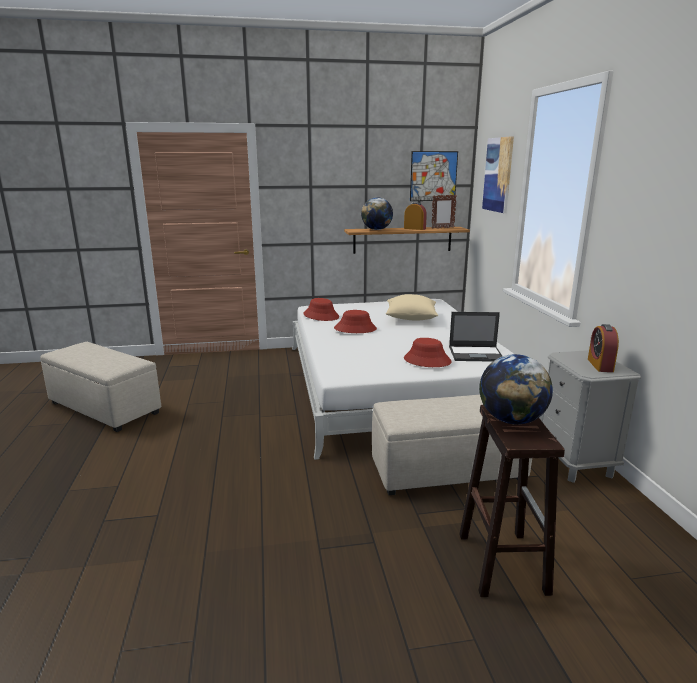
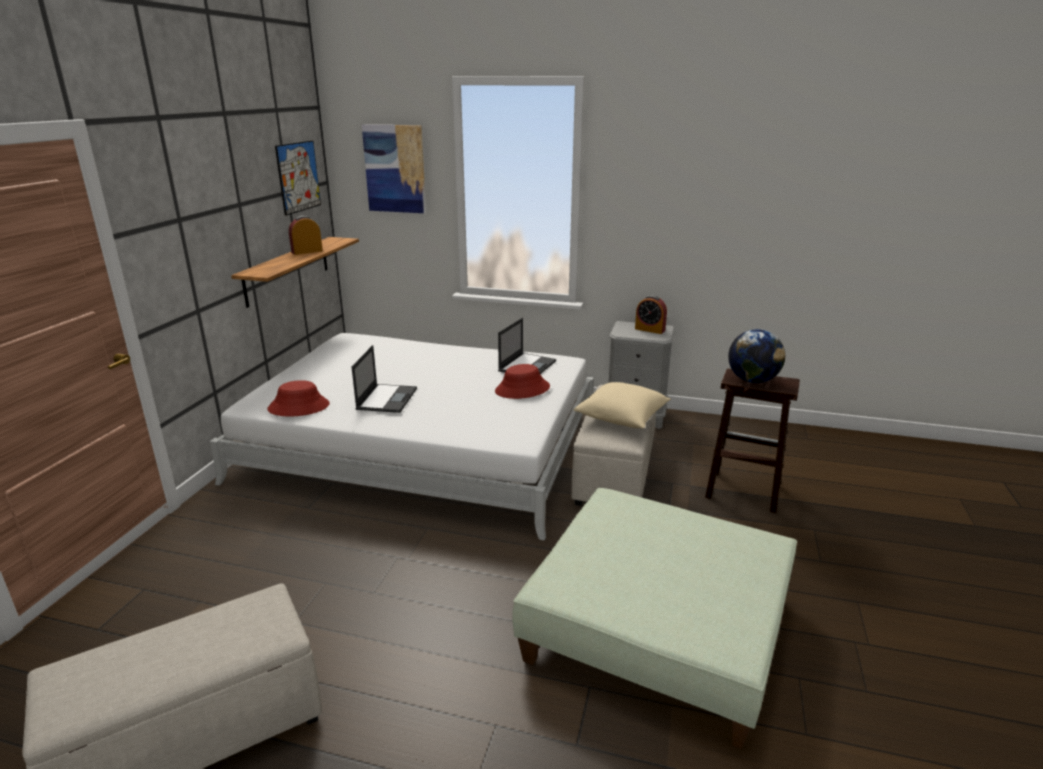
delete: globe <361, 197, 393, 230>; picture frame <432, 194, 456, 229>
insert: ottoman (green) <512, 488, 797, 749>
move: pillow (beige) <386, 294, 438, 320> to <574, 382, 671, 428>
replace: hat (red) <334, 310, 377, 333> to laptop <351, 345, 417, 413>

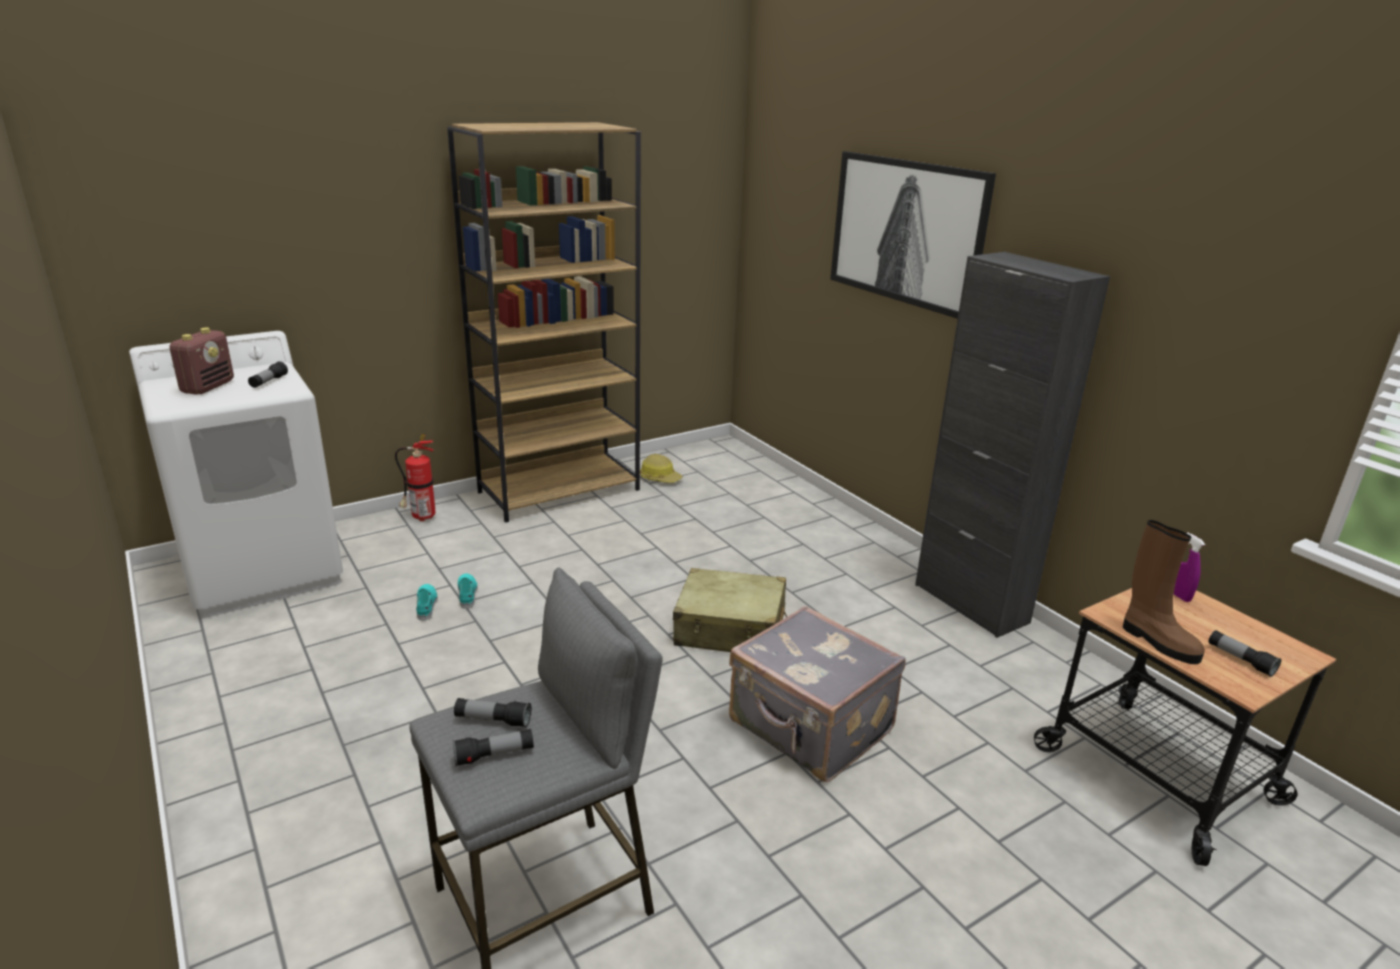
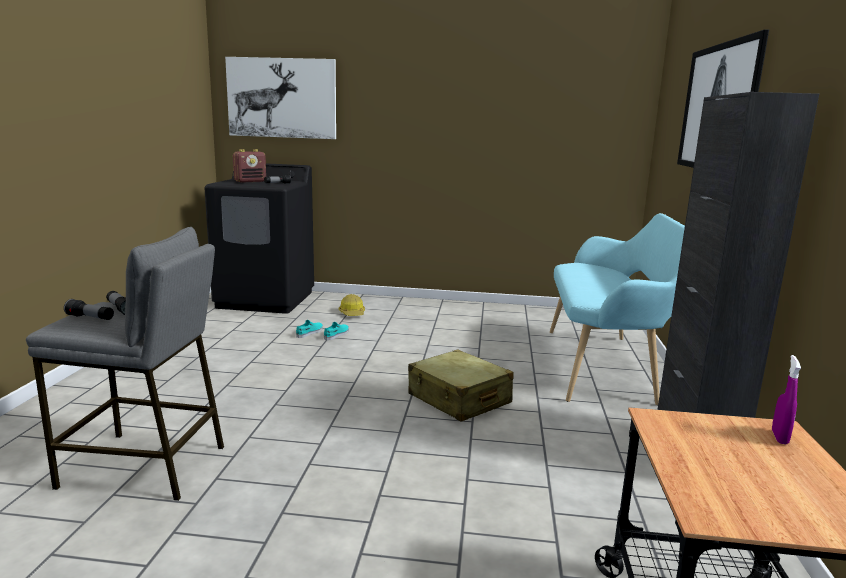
delete: fire extinguisher <395, 434, 435, 521>; bookcase (brown) <447, 122, 641, 523>; suitcase (grey) <729, 606, 906, 782>; boot (brown) <1123, 520, 1205, 664>; flashlight <1208, 630, 1281, 677>
insert: picture <225, 57, 336, 139>; bench (turquoise) <550, 213, 685, 405>
move: hard hat <640, 454, 682, 483> to <339, 294, 365, 316>
recolor: washing machine (white) <129, 331, 343, 619> to washing machine (black) <204, 163, 314, 314>

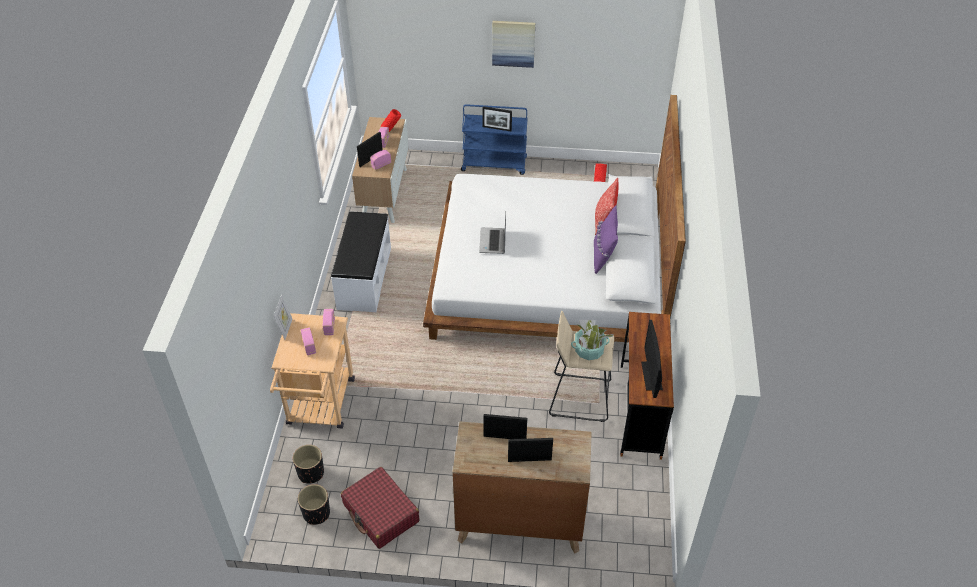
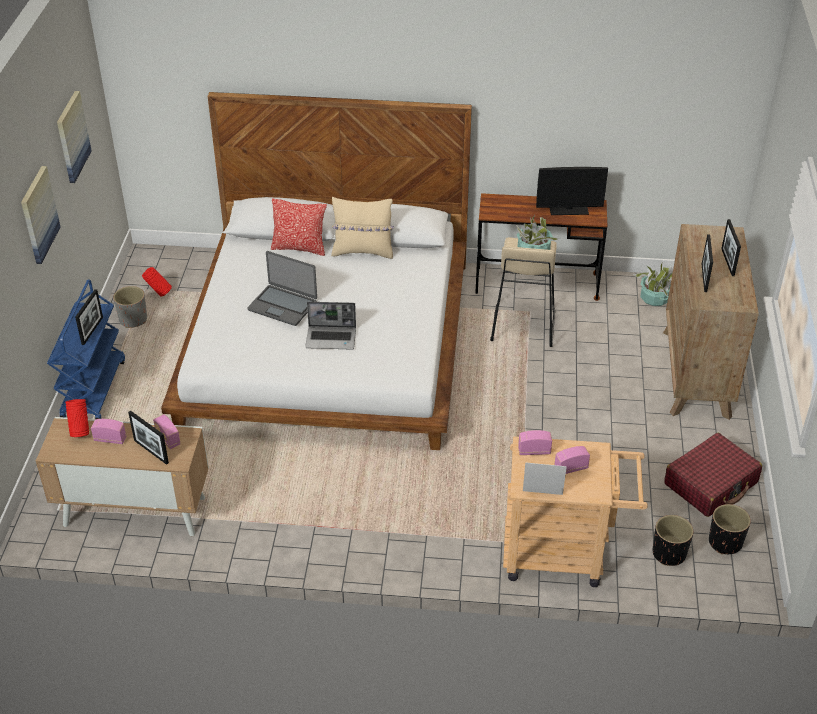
delete: bench (white) <331, 211, 391, 312>
insert: picture <57, 91, 92, 183>; planter (grey) <113, 286, 147, 328>; laptop <247, 251, 317, 326>; potted plant <633, 263, 673, 306>
recolor: pillow (purple) <594, 205, 618, 274> to pillow (beige) <331, 197, 394, 259>

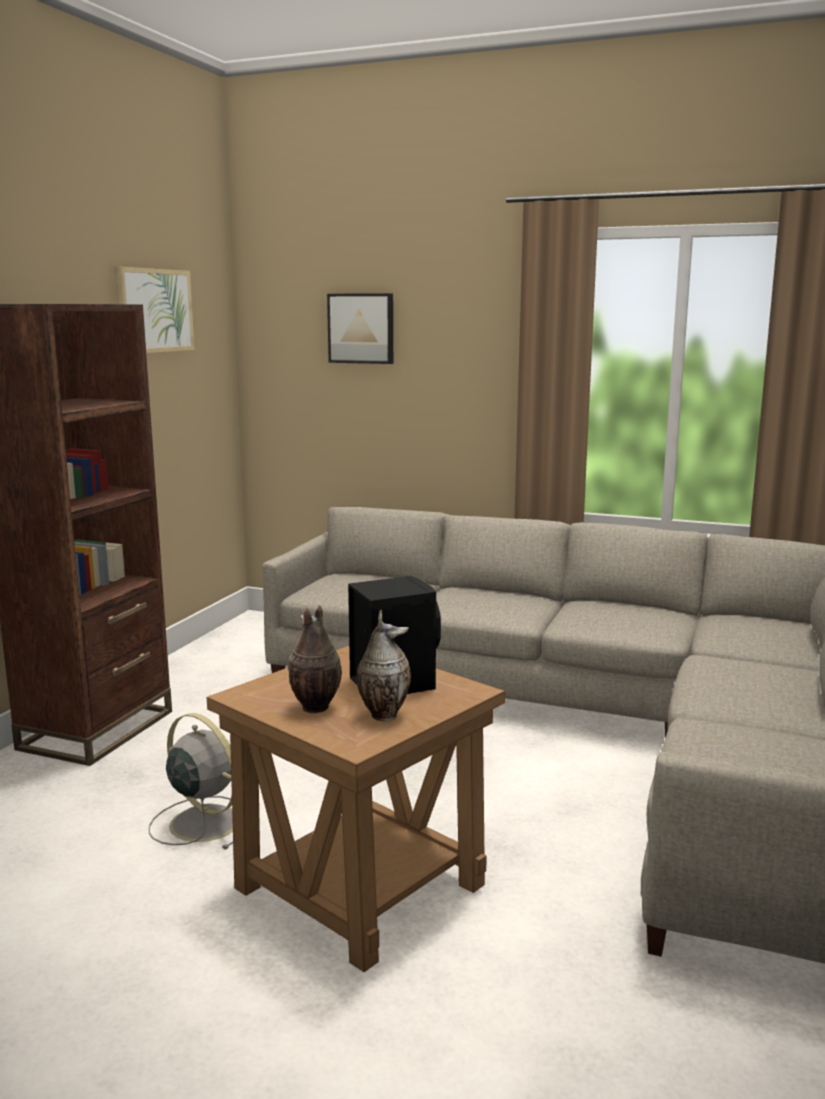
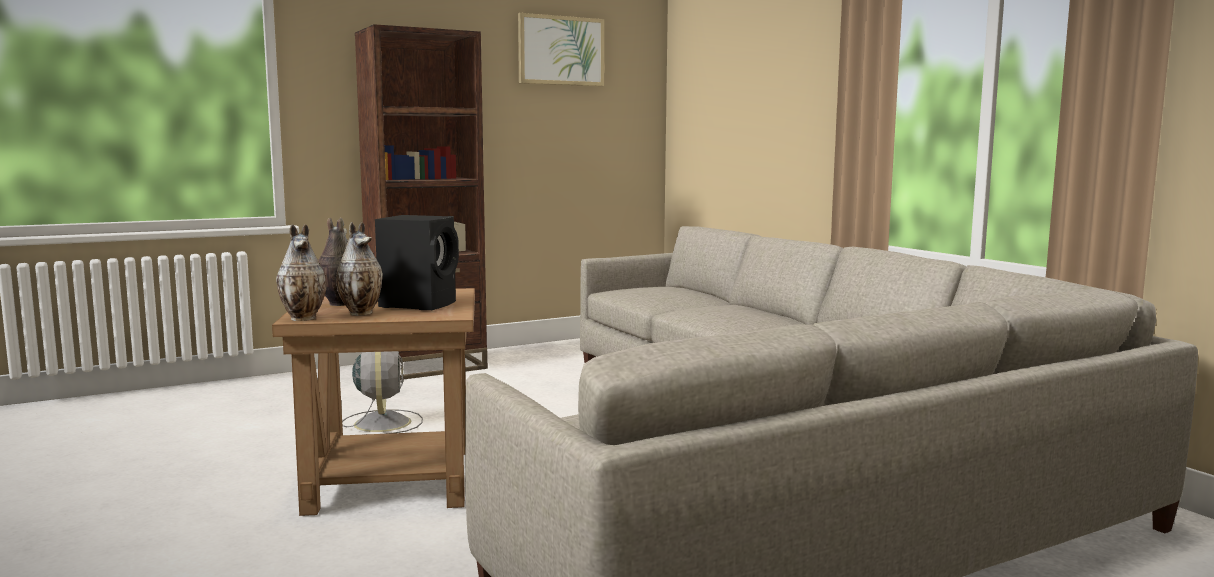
delete: picture <327, 293, 393, 364>
insert: vase <276, 224, 327, 321>

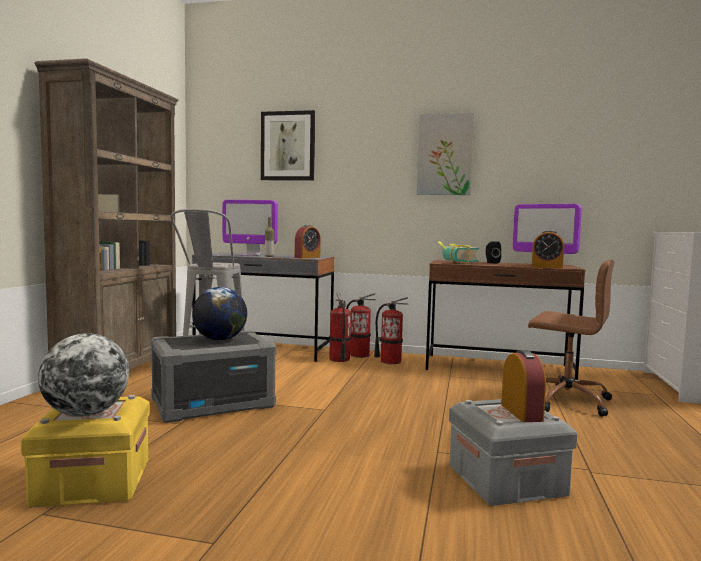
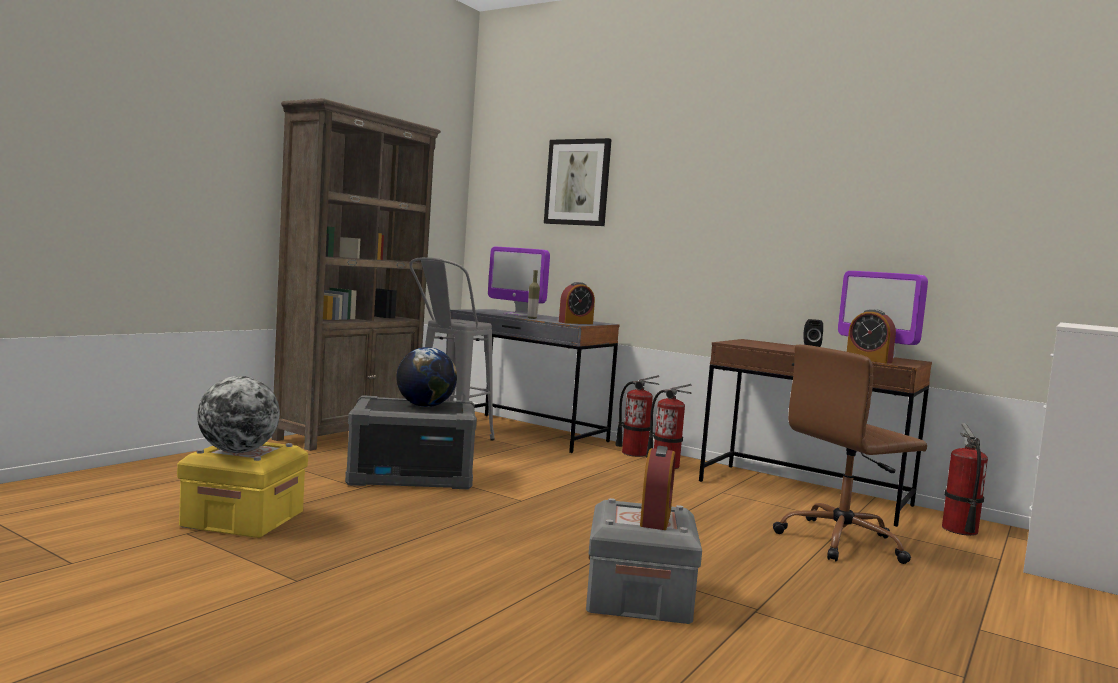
delete: picture <417, 113, 474, 195>; book <438, 241, 479, 264>
move: fire extinguisher <329, 293, 351, 362> to <942, 423, 988, 536>
rotate: office chair (brown) <528, 260, 614, 417> = <773, 345, 927, 564> 105 degrees clockwise

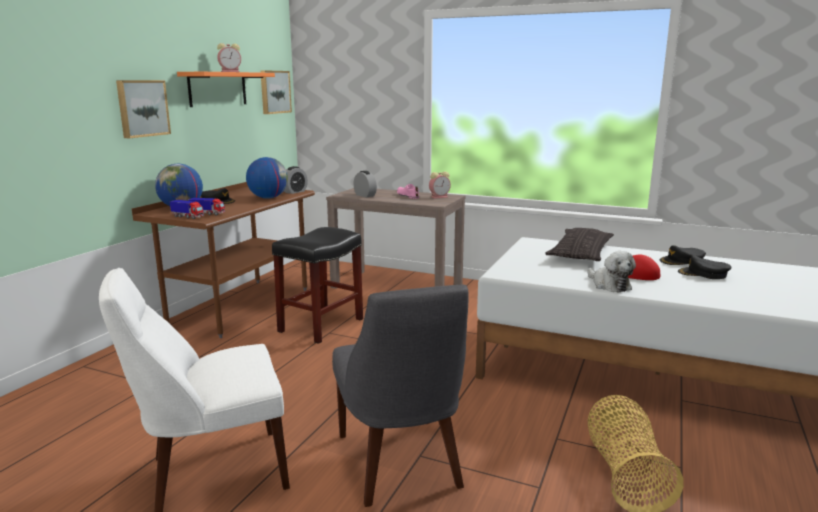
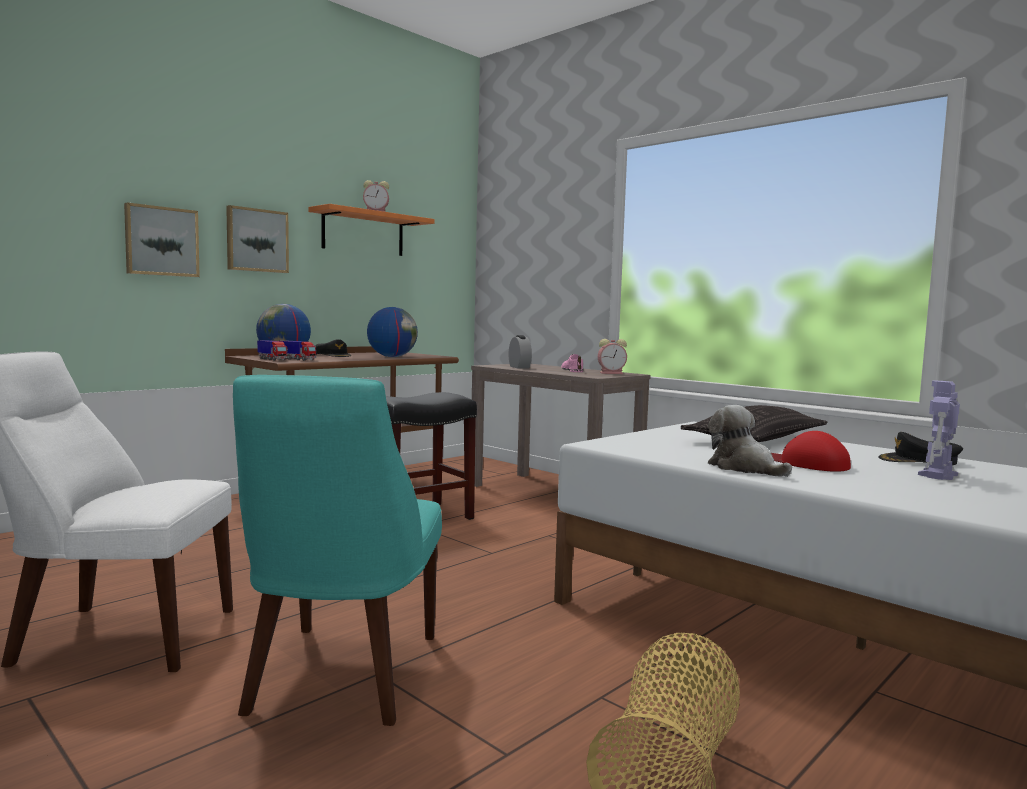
delete: alarm clock <284, 166, 308, 194>
move: picture <260, 70, 292, 114> to <124, 202, 200, 277>
replace: cap (black) <678, 255, 731, 279> to toy robot <918, 381, 960, 480>
recolor: chair (grey) <332, 285, 468, 507> to chair (turquoise) <233, 375, 442, 726>
rotate: plush toy <588, 251, 636, 293> = <708, 405, 792, 477> 150 degrees clockwise

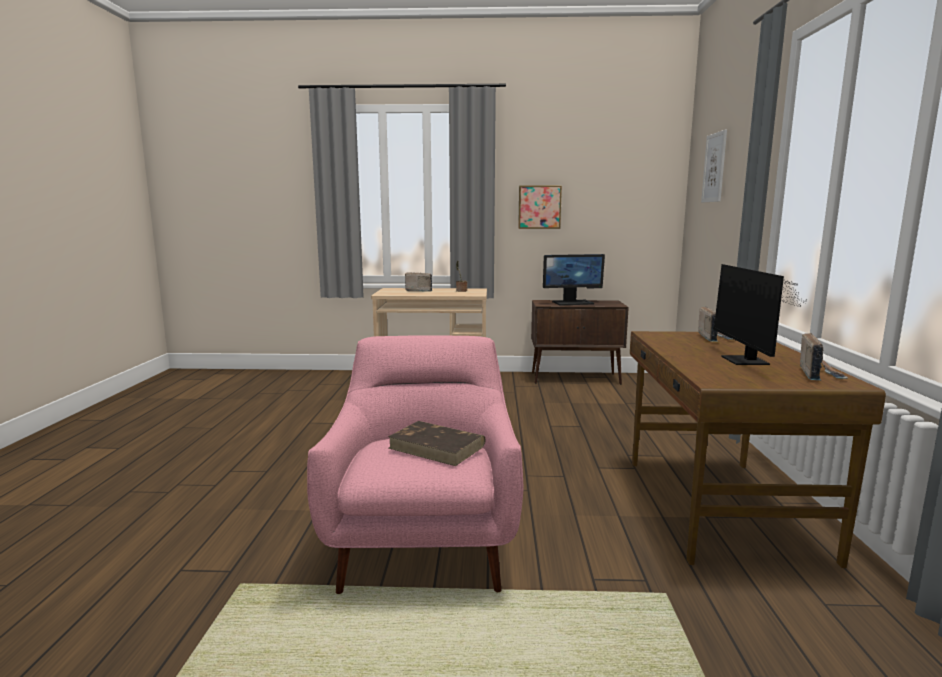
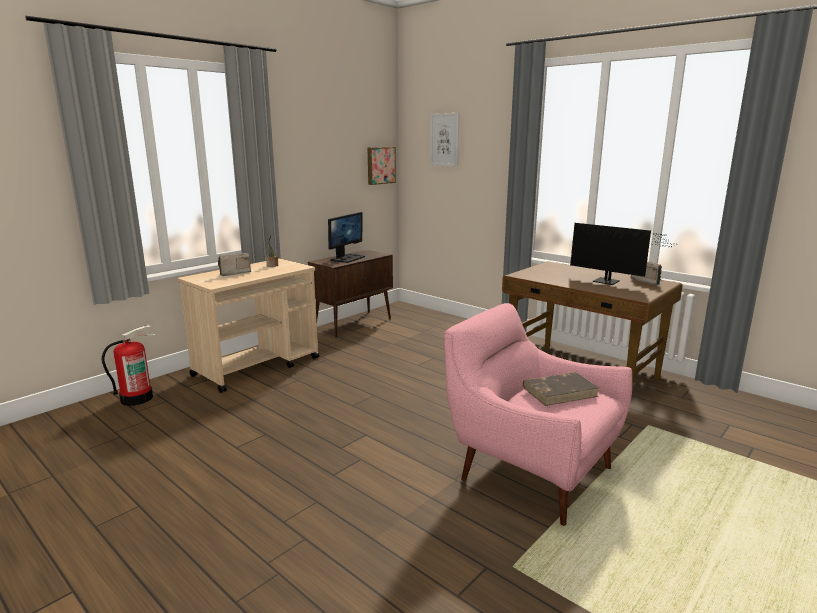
delete: radio <698, 306, 732, 342>
insert: fire extinguisher <102, 325, 156, 406>
move: picture <518, 186, 562, 229> to <367, 147, 396, 185>

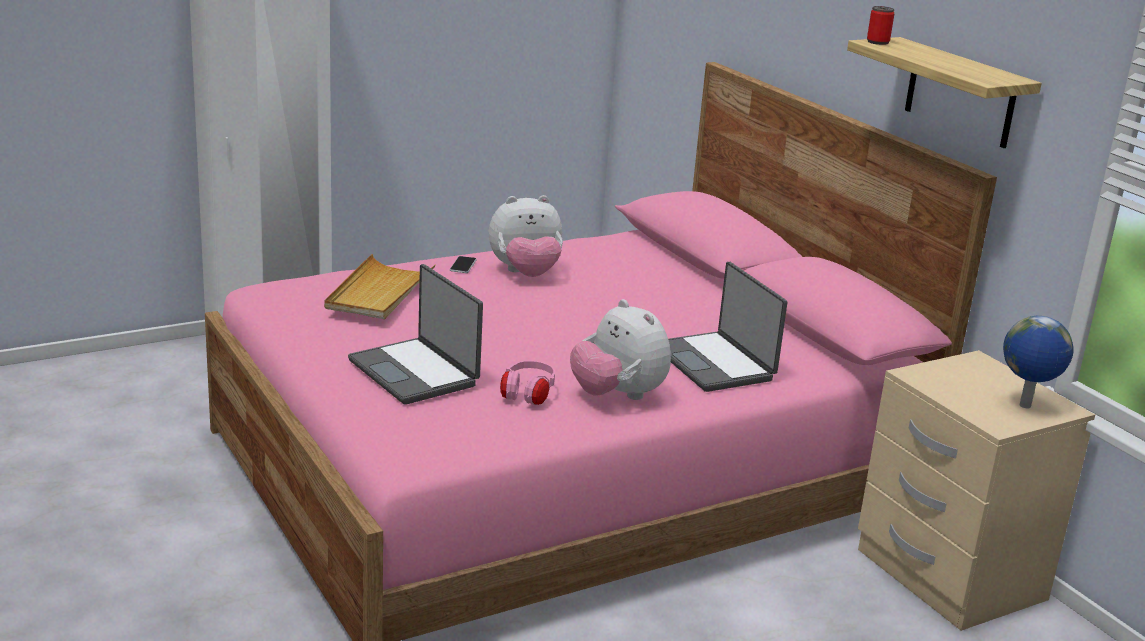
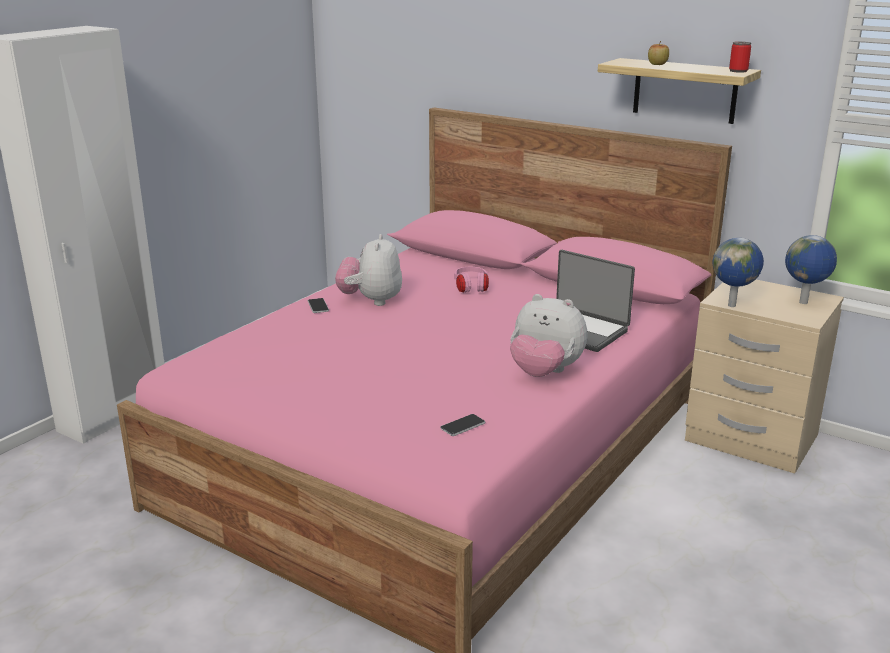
delete: tray (beige) <324, 254, 435, 319>; laptop <348, 264, 483, 405>
insert: phone <440, 414, 485, 436>; apple <648, 41, 669, 65>; globe <713, 238, 764, 307>
move: headphones (pink) <500, 361, 555, 405> to <454, 267, 489, 293>; can <867, 6, 894, 45> to <729, 42, 751, 73>
rotate: plush toy <489, 195, 563, 277> = <335, 234, 402, 306> 135 degrees clockwise

